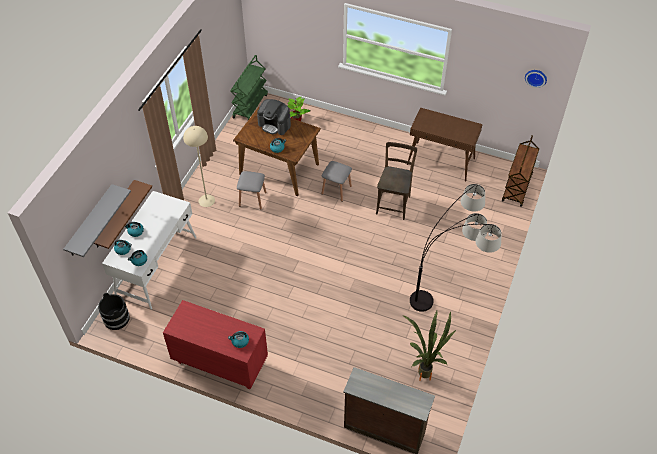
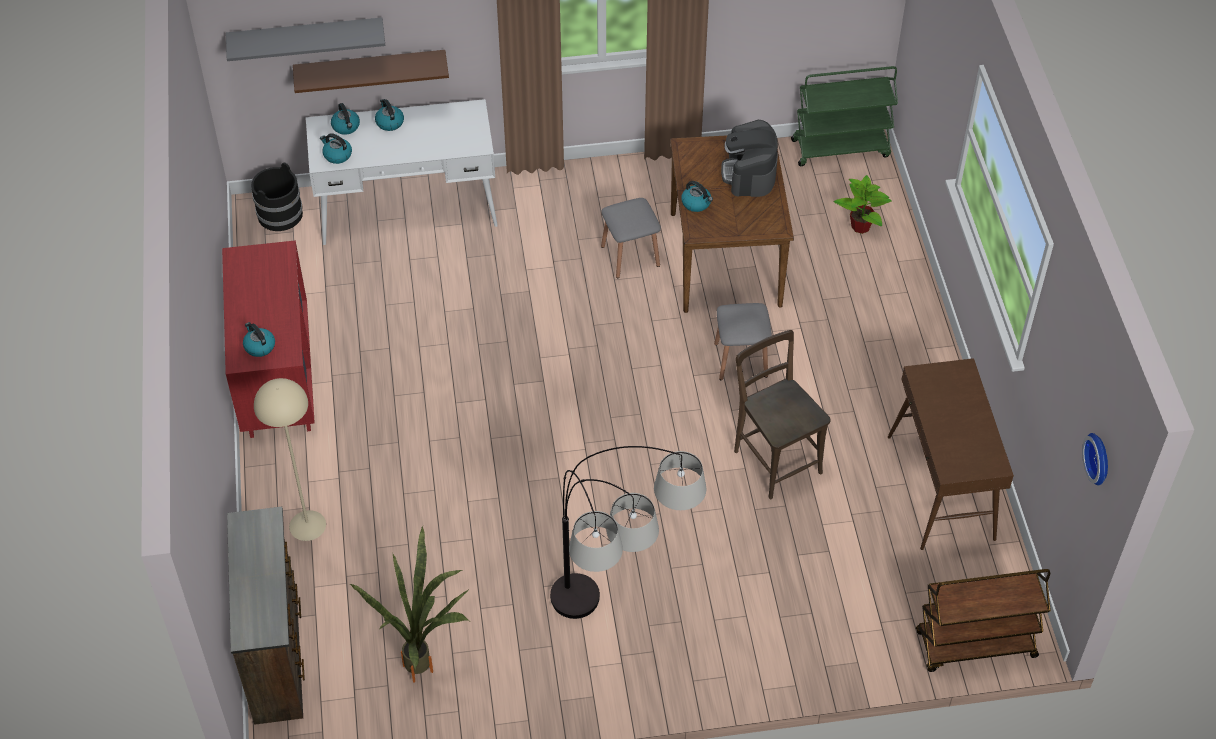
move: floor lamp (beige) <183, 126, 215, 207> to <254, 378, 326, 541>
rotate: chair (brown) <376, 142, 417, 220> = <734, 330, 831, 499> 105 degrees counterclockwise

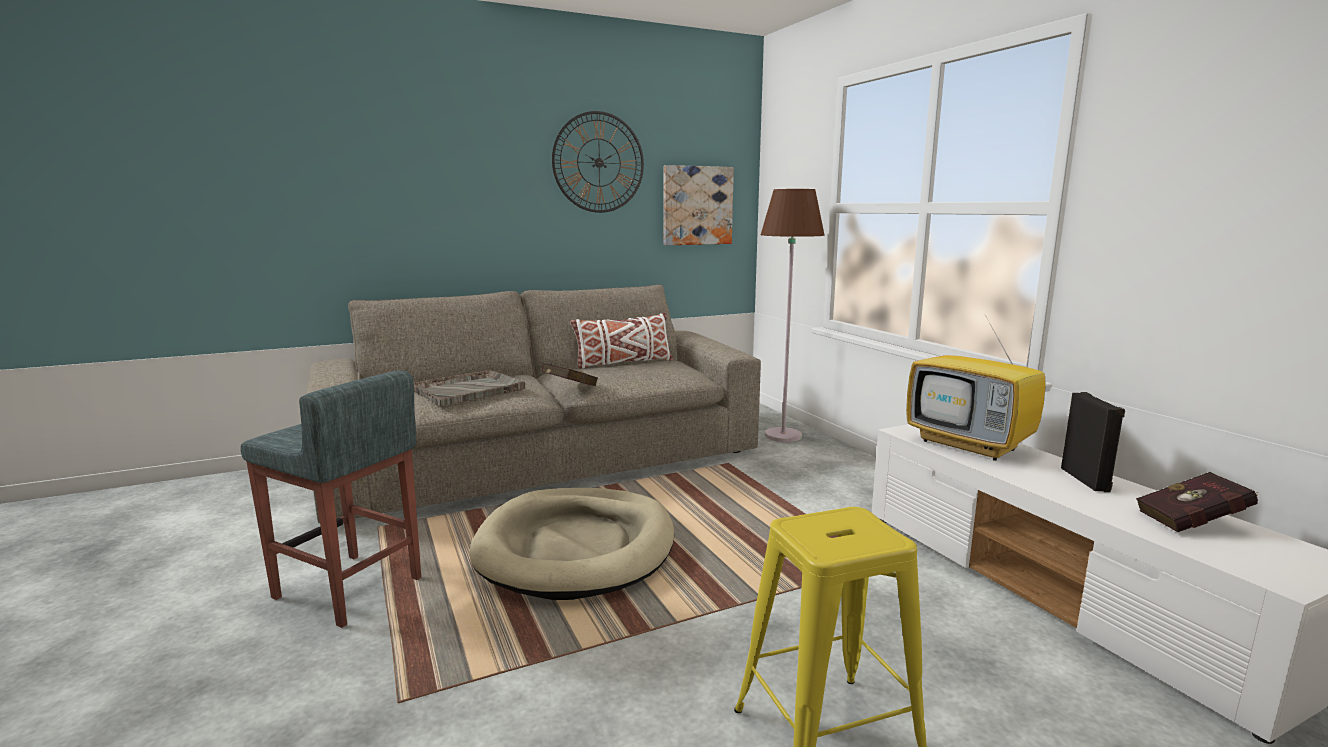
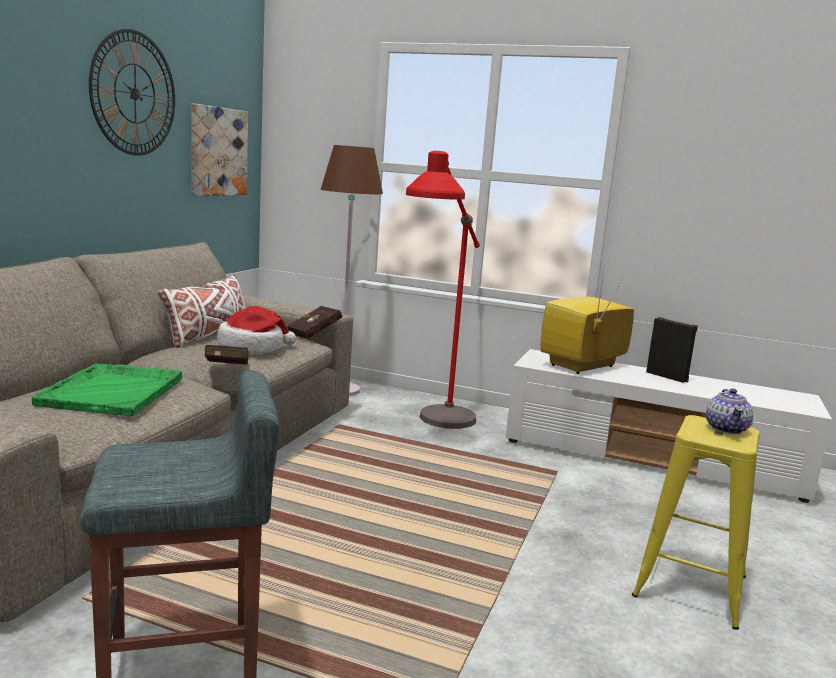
delete: dog bed (beige) <470, 488, 674, 600>
insert: hat <217, 306, 296, 353>; floor lamp (red) <406, 151, 480, 429>; teapot <706, 388, 753, 434>
move: book (red) <1136, 472, 1258, 532> to <287, 306, 343, 339>
recolor: tray (grey) <414, 370, 525, 406> to tray (green) <32, 363, 182, 416>
rotate: television <906, 303, 1046, 461> = <541, 263, 634, 374> 135 degrees clockwise

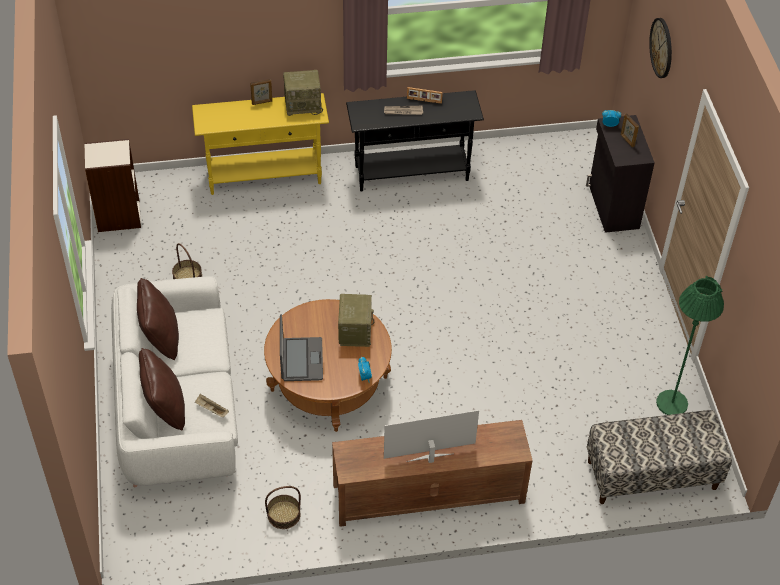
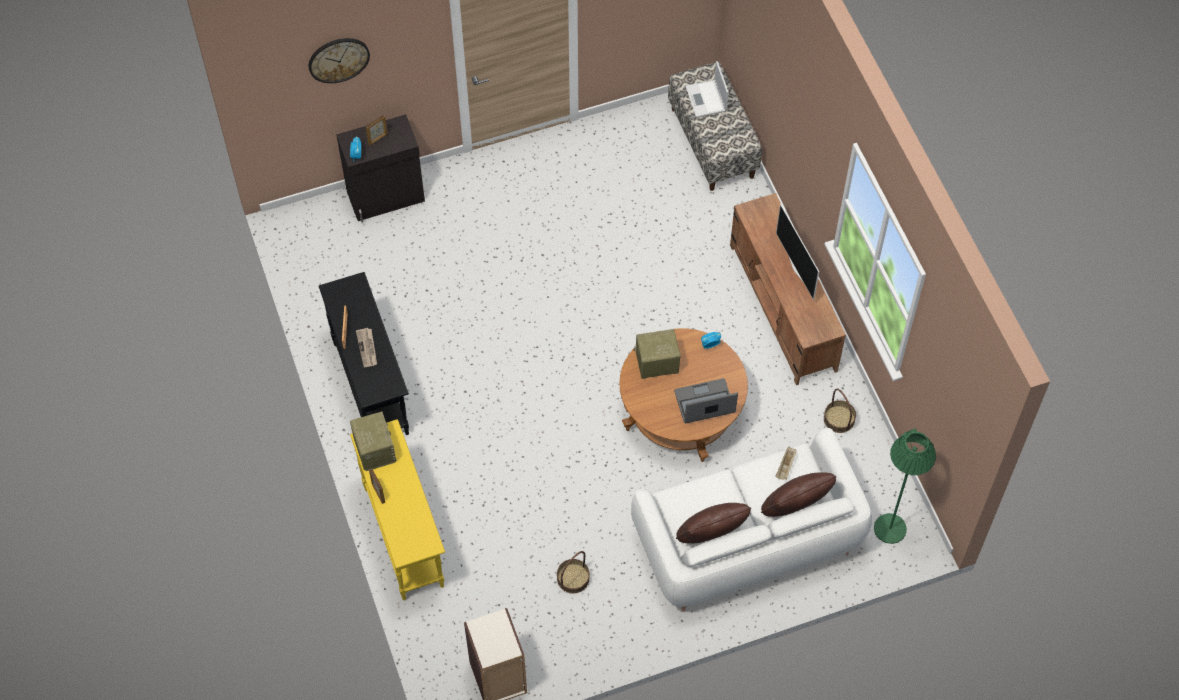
insert: laptop <686, 61, 729, 117>
move: floor lamp (green) <656, 275, 724, 415> to <874, 429, 936, 544>

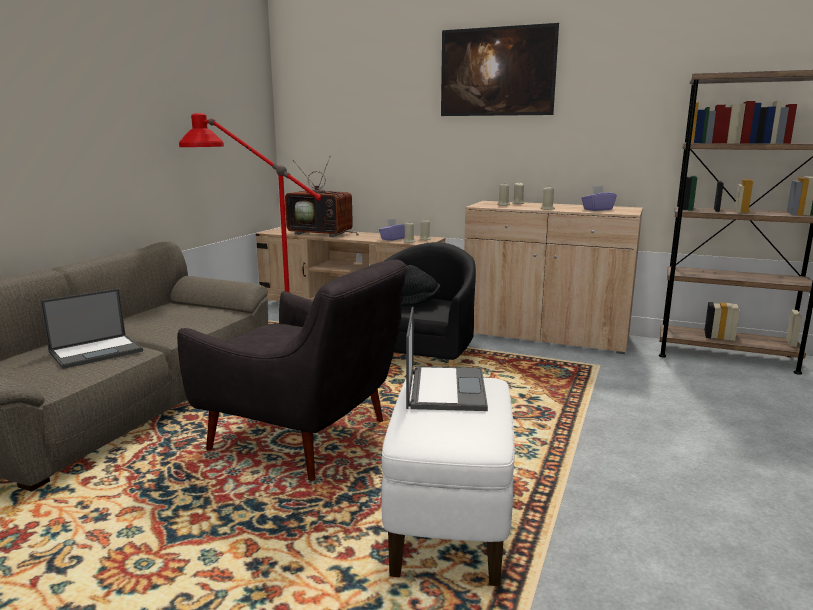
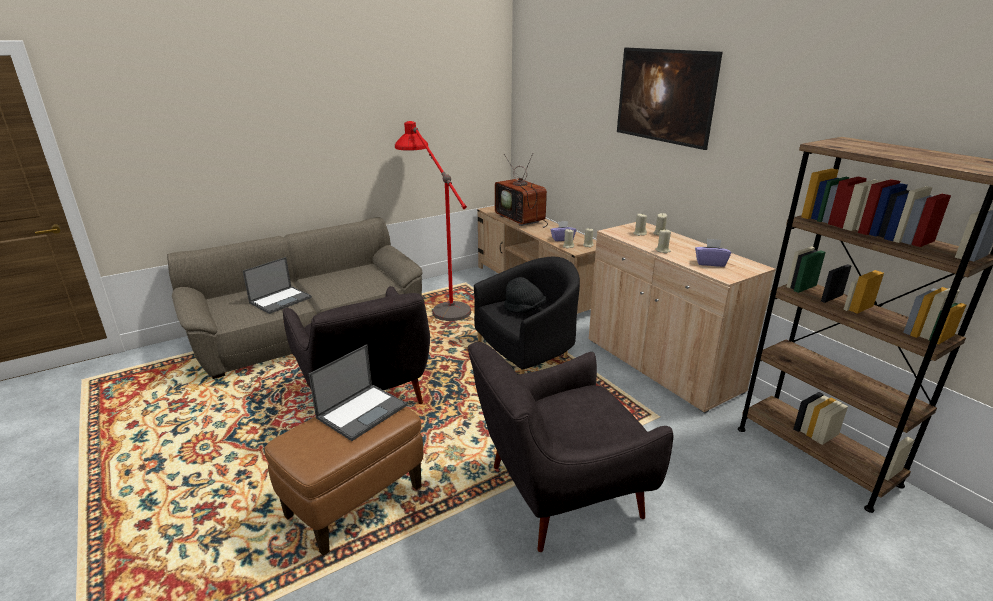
insert: armchair (grey) <468, 341, 673, 552>
recolor: ottoman (white) <381, 375, 514, 586> to ottoman (brown) <264, 407, 423, 556>
rotate: laptop <40, 289, 143, 369> = <243, 257, 312, 314> 45 degrees counterclockwise

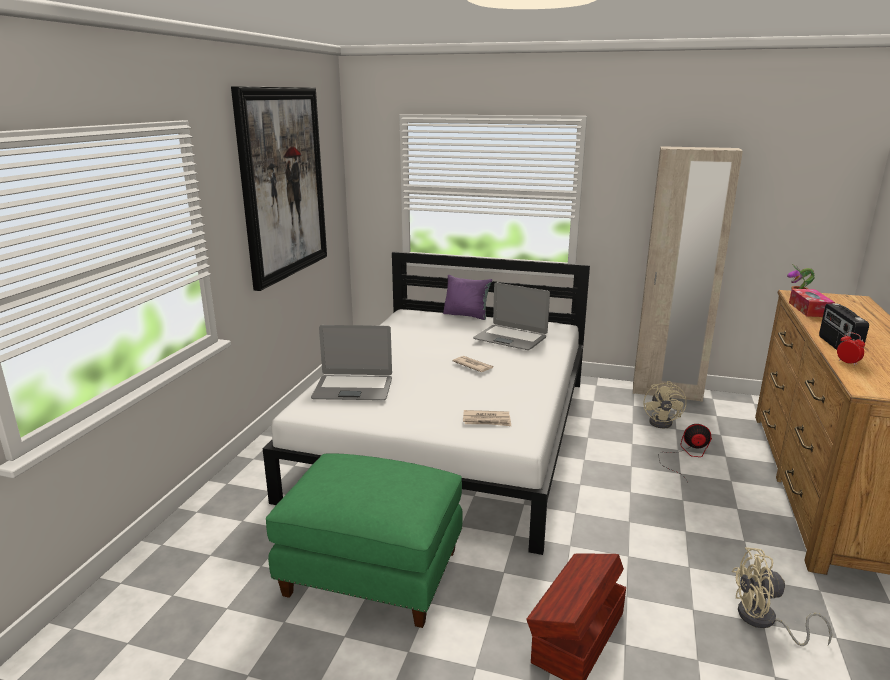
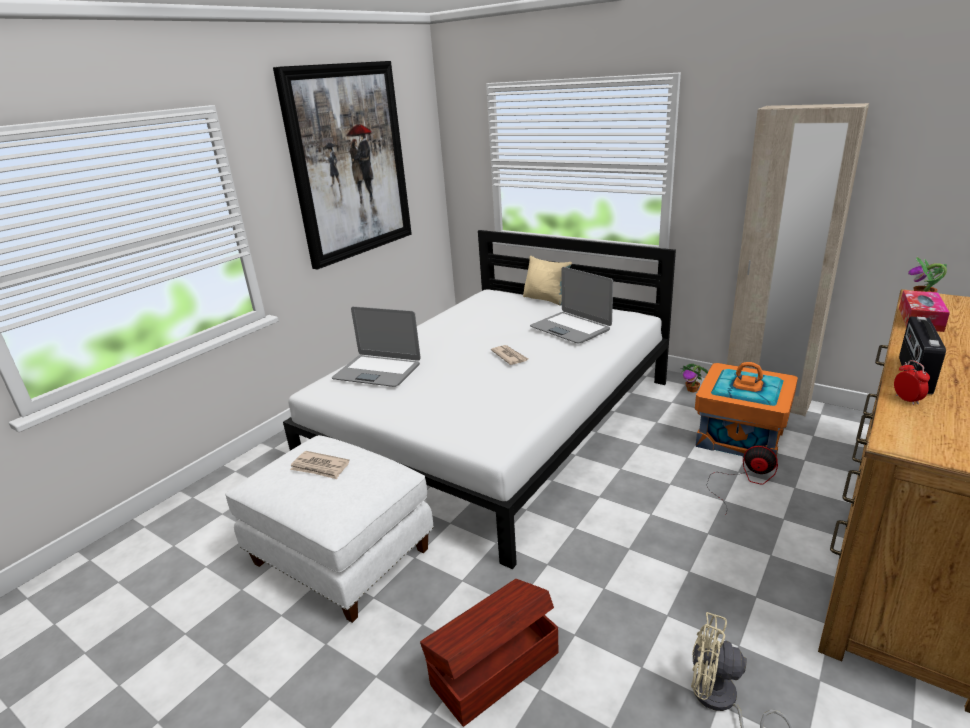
insert: potted plant <680, 363, 708, 392>
move: newspaper <463, 410, 511, 426> to <290, 451, 350, 479>
replace: fan (beige) <644, 381, 687, 429> to storage box (orange) <695, 362, 798, 457>
recolor: ottoman (green) <266, 453, 463, 628> to ottoman (white) <225, 435, 433, 623>; pillow (purple) <443, 275, 492, 320> to pillow (beige) <523, 256, 572, 306>

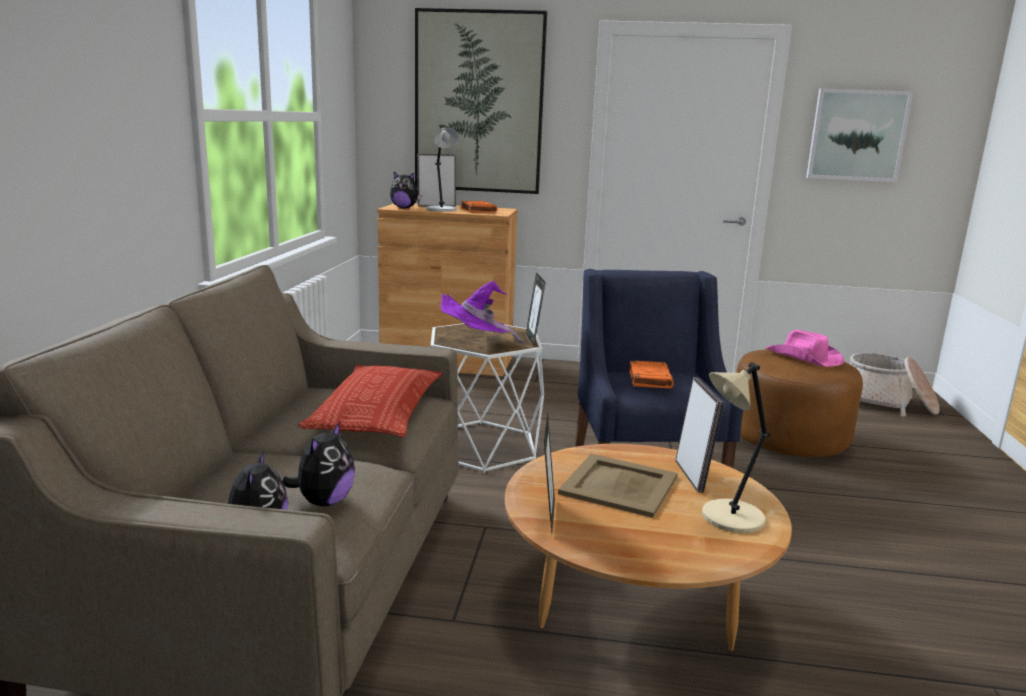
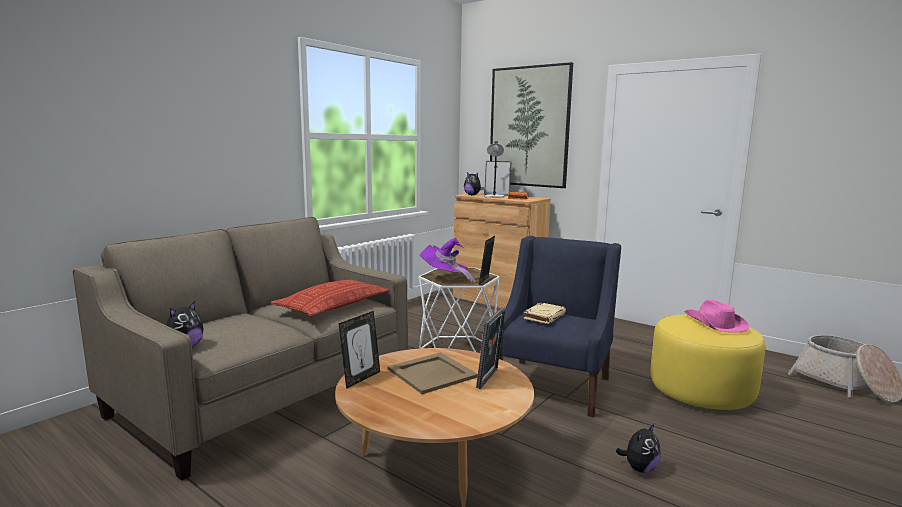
delete: table lamp (beige) <702, 362, 770, 533>; picture <806, 88, 913, 182>
move: plush toy <282, 422, 355, 507> to <616, 424, 661, 473>
recolor: book (orange) <629, 360, 674, 388> to book (beige) <523, 302, 566, 324>; ottoman (brown) <736, 349, 863, 457> to ottoman (yellow) <650, 314, 765, 410>

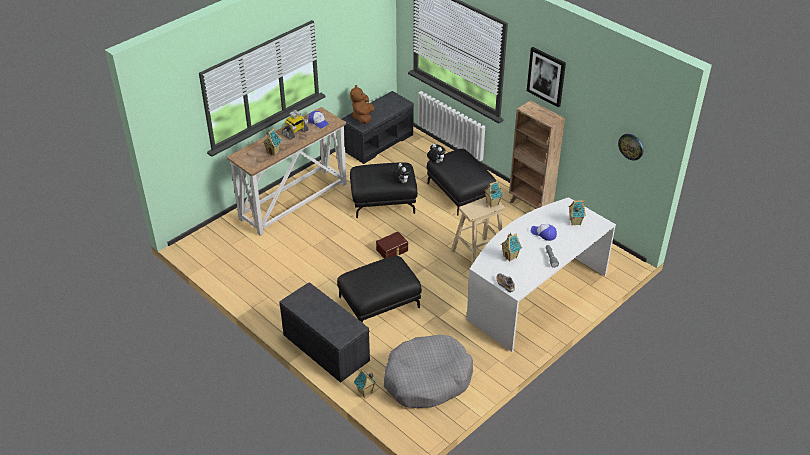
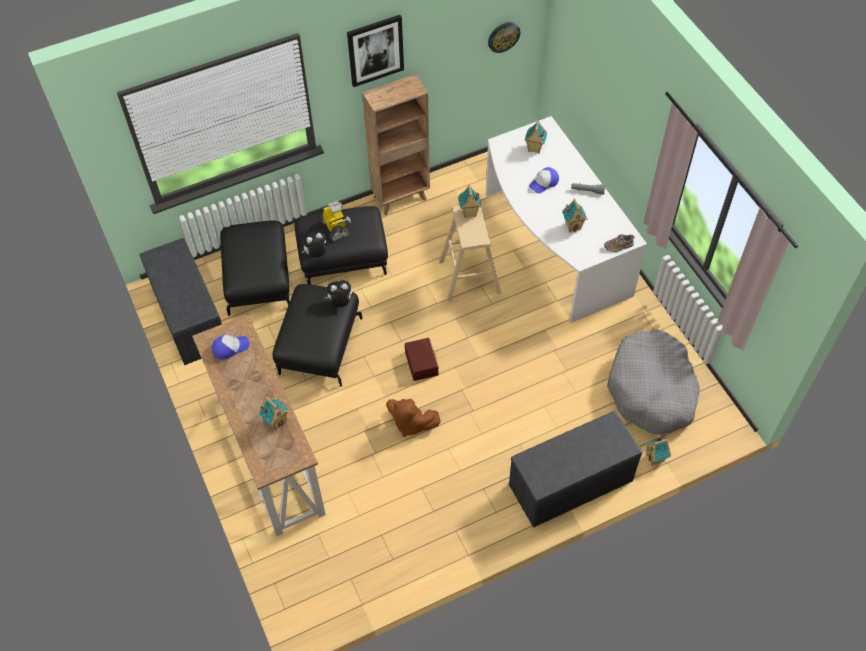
move: toy robot <282, 110, 309, 140> to <320, 201, 351, 241>; ottoman (black) <337, 256, 422, 323> to <220, 220, 290, 316>; plush toy (brown) <350, 85, 375, 124> to <386, 399, 441, 437>

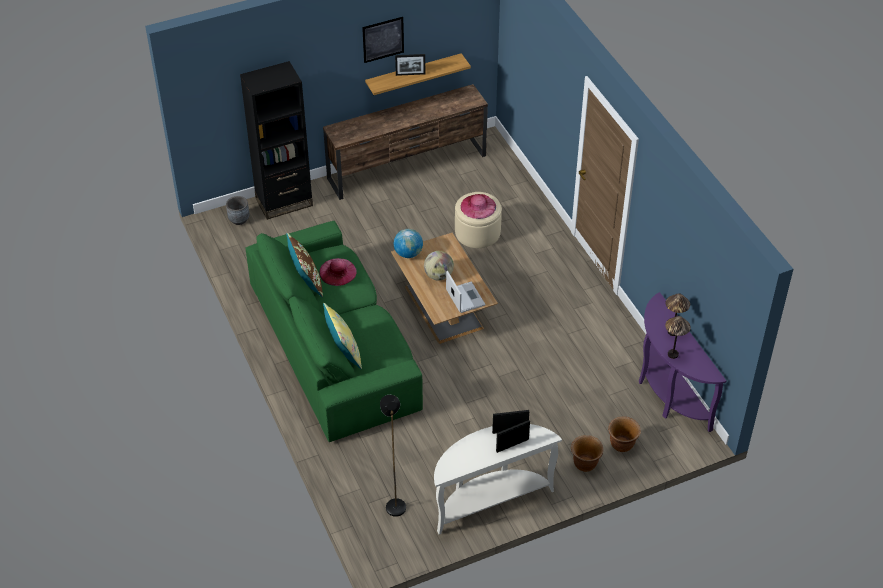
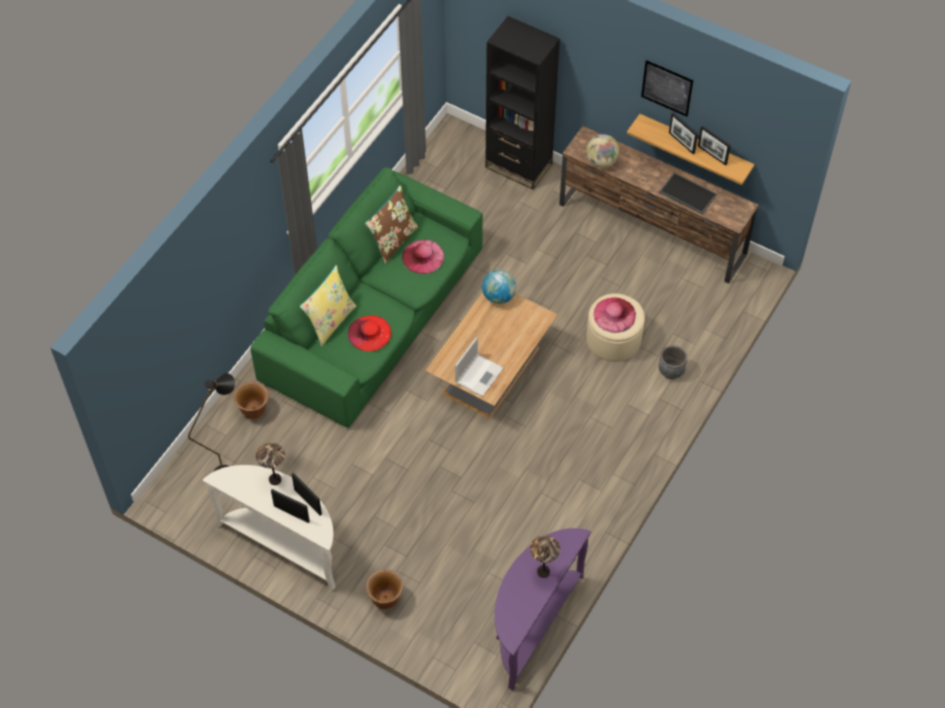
insert: hat (red) <348, 315, 391, 351>; tray <659, 173, 717, 214>; picture frame <698, 126, 731, 166>
move: planter (grey) <226, 196, 250, 225> to <659, 345, 687, 379>; globe <424, 251, 454, 281> to <586, 134, 620, 168>; planter (brown) <608, 416, 641, 452> to <233, 382, 269, 419>; table lamp <665, 316, 691, 359> to <256, 443, 285, 485>

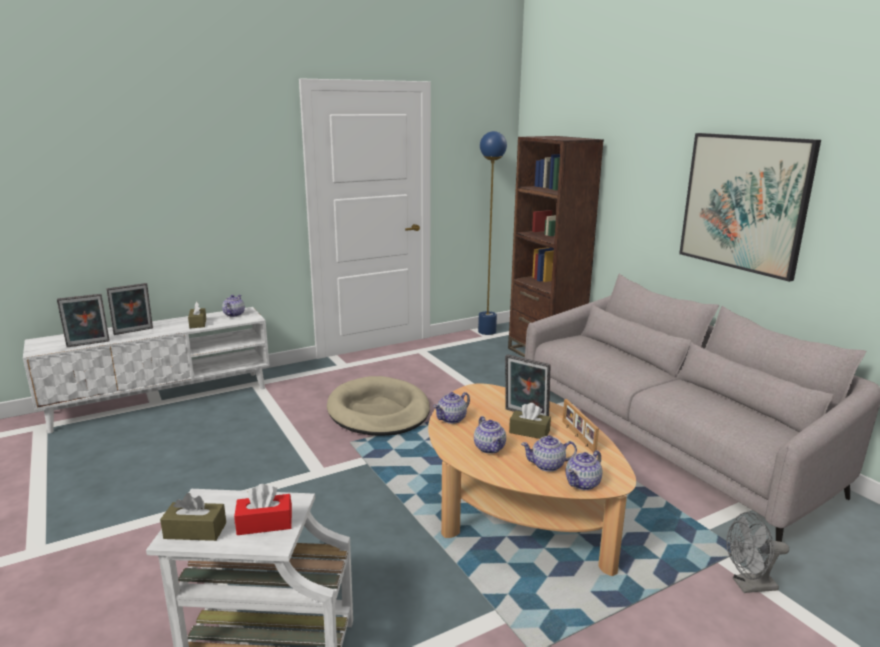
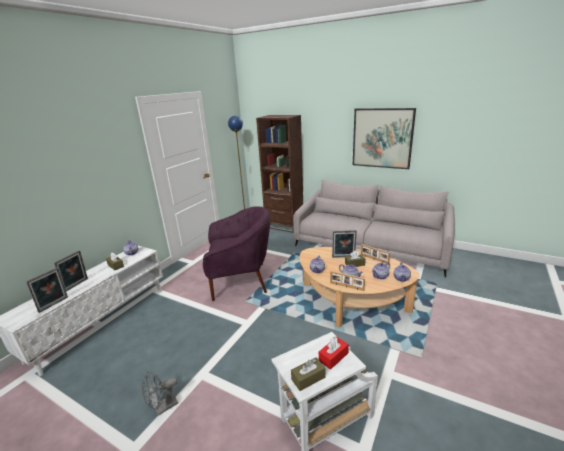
insert: picture frame <330, 271, 365, 291>
move: fan (grey) <726, 512, 789, 593> to <141, 371, 178, 416>
replace: dog bed (beige) <327, 376, 430, 436> to armchair (purple) <203, 206, 270, 301>

